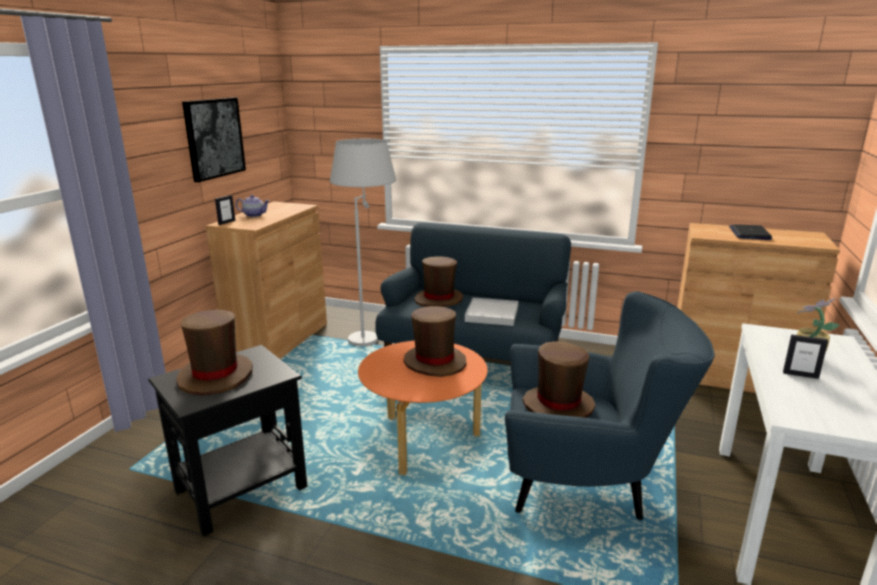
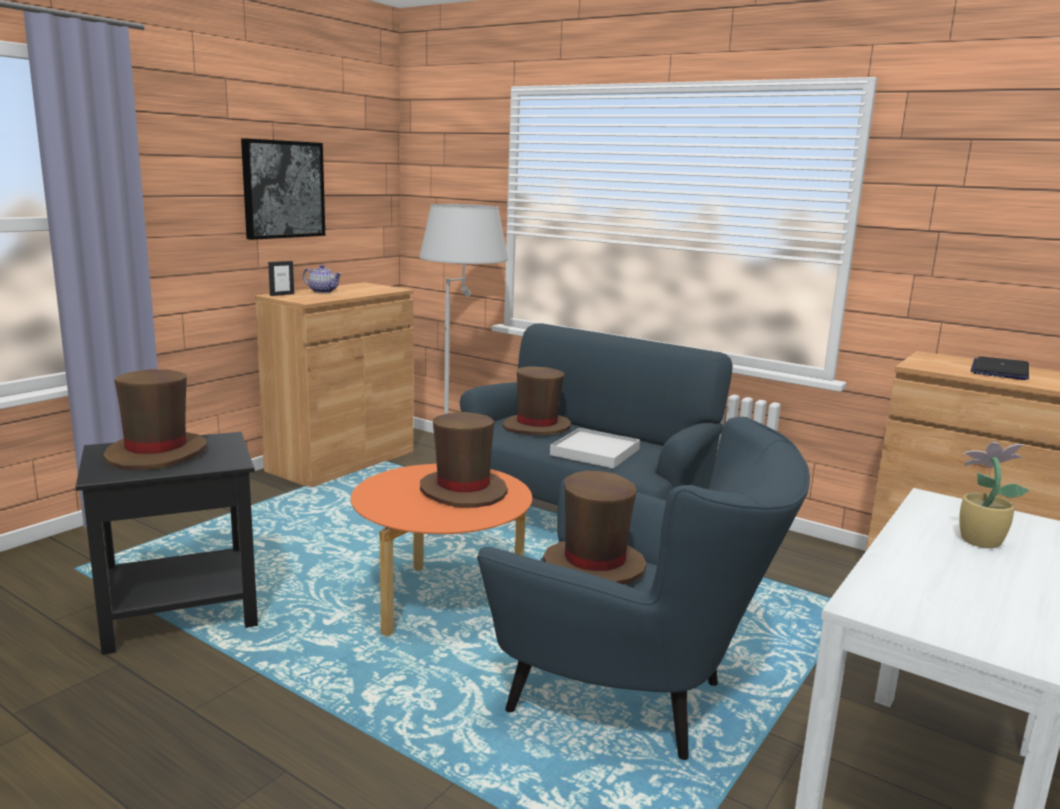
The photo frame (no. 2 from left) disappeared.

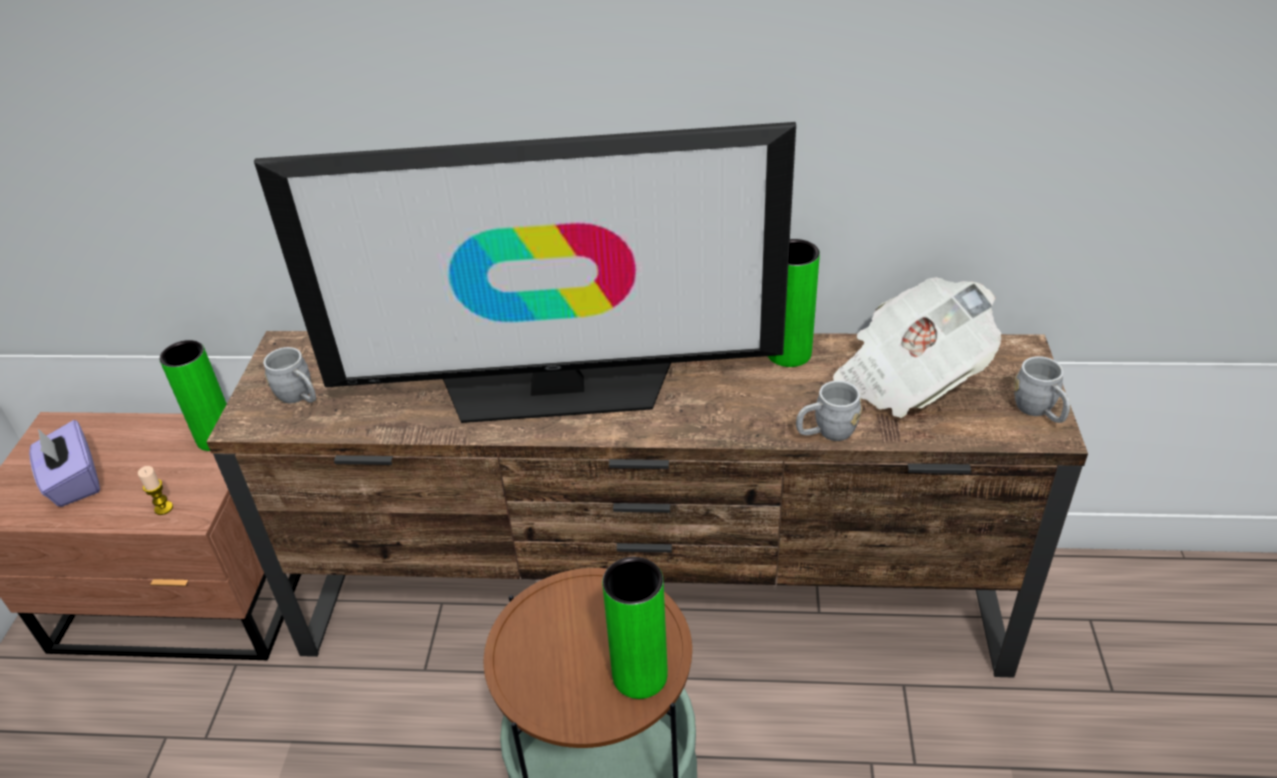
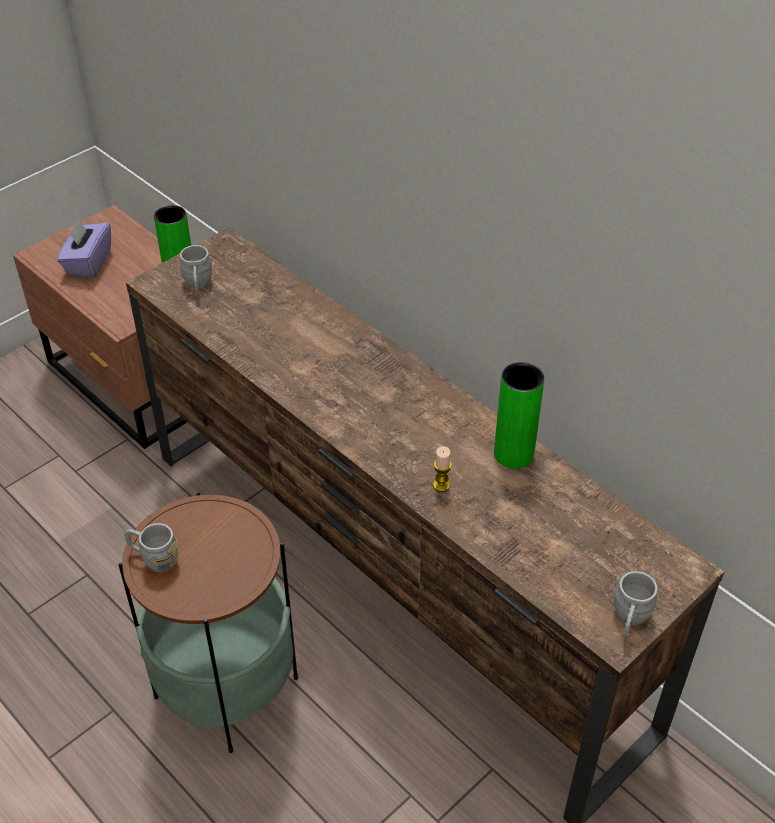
The television disappeared.
The green-coloured flower vase (no. 2 from left) disappeared.
The printed paper disappeared.
The candle moved.
The grey tea mug (no. 2 from left in the first image) moved.

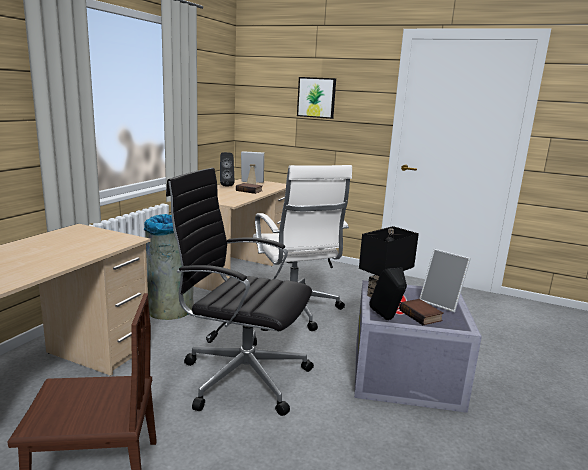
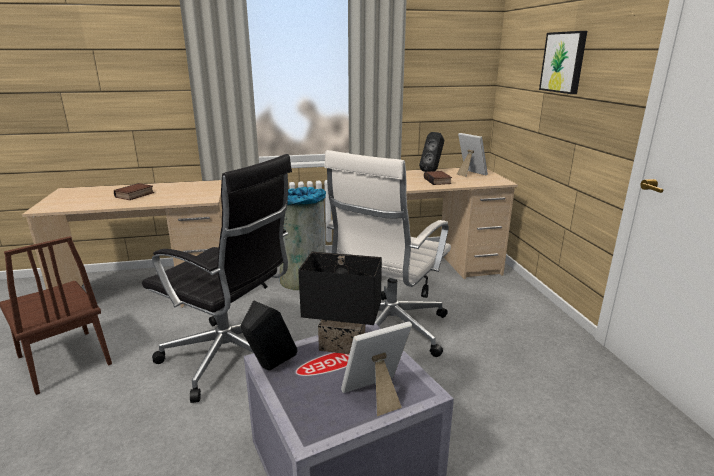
The volume (no. 2 from left in the first image) moved.
The black office chair turned 135 degrees clockwise.
The photo frame (no. 2 from left in the first image) turned 60 degrees clockwise.

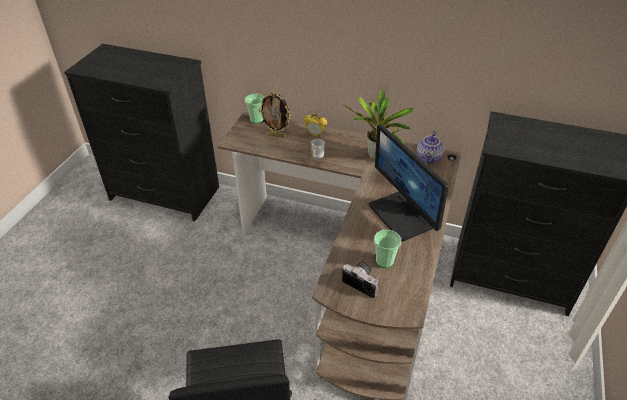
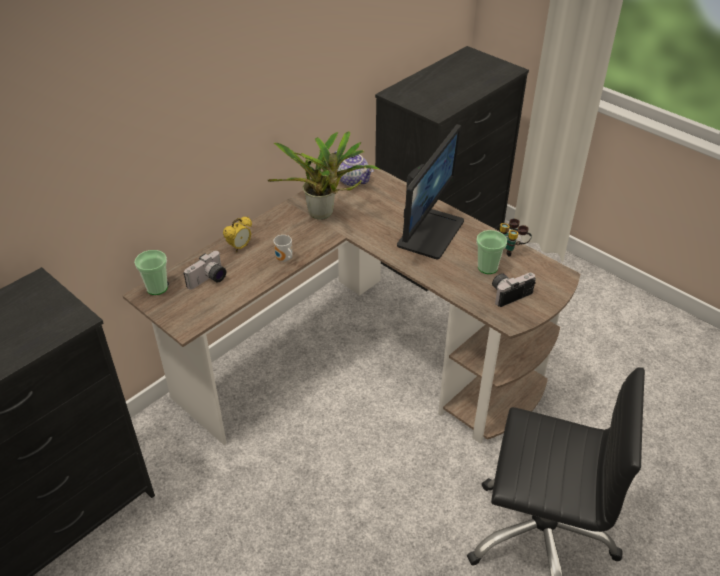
The binoculars appeared.
The photo frame was replaced by the photo camera (no. 1 from left).
The computer display turned 60 degrees counterclockwise.

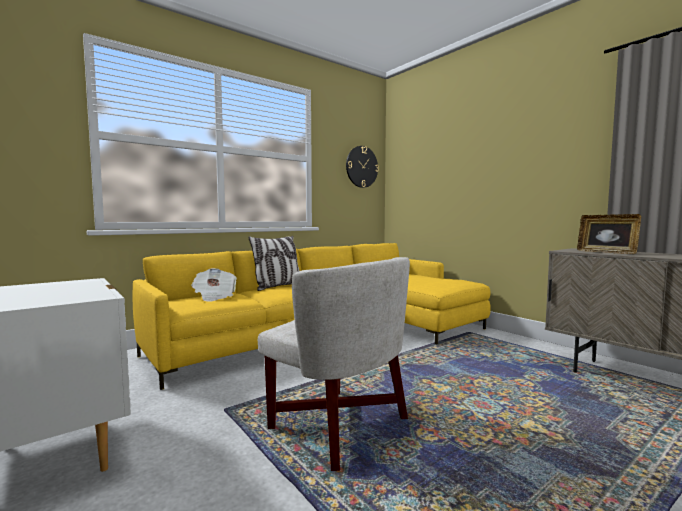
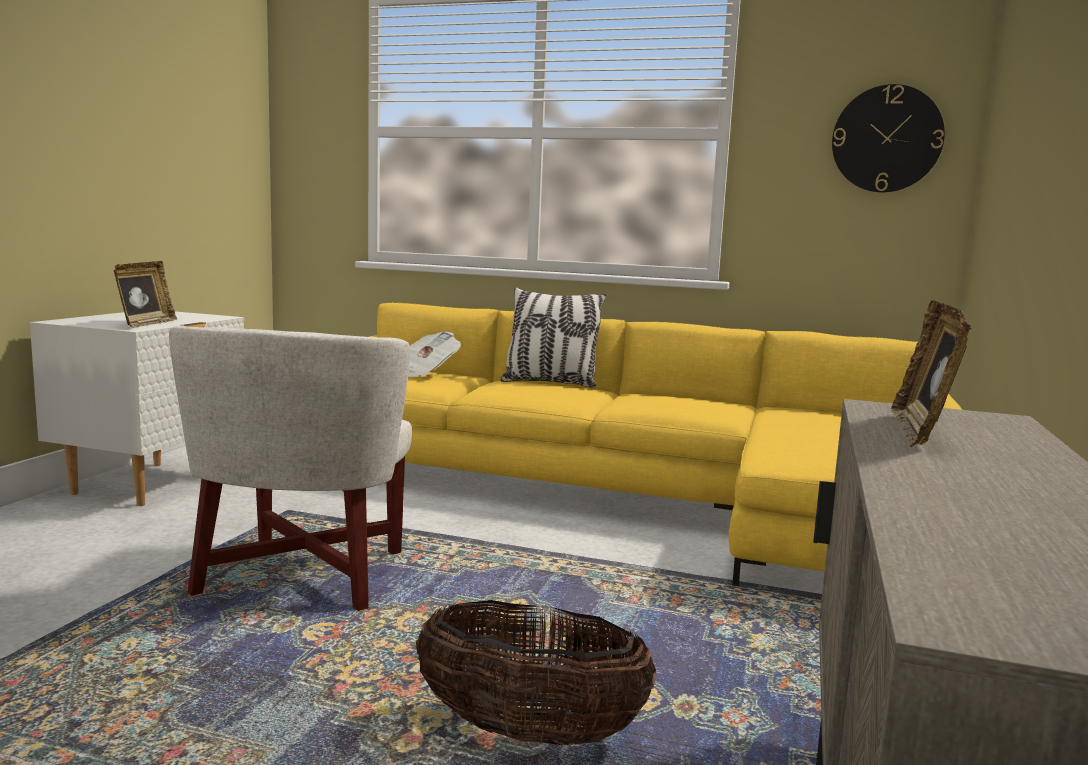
The photo frame (no. 1 from left) appeared.
The household basket appeared.

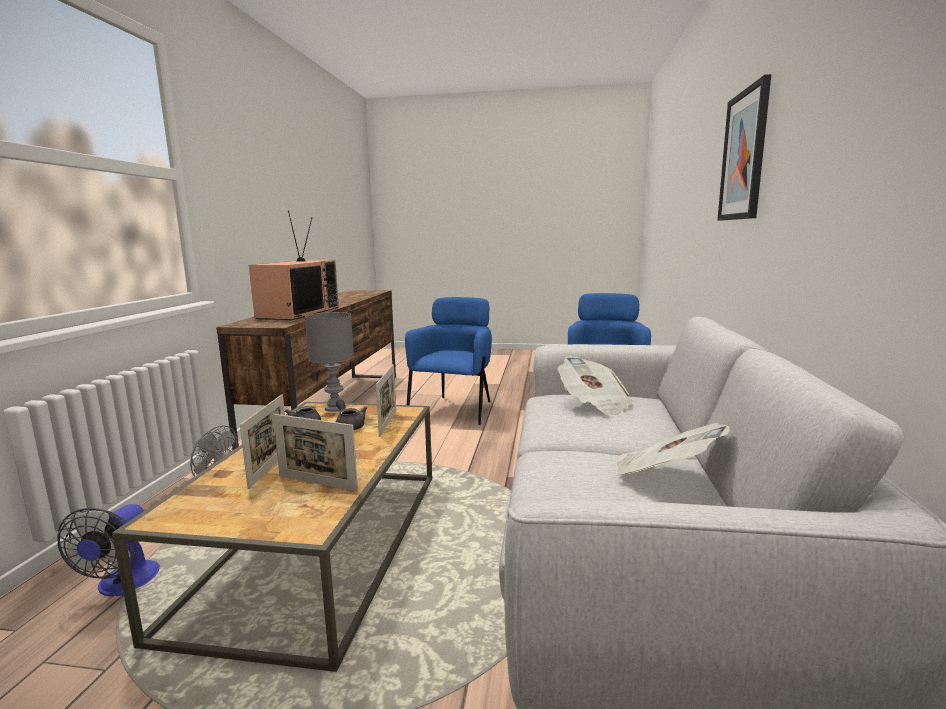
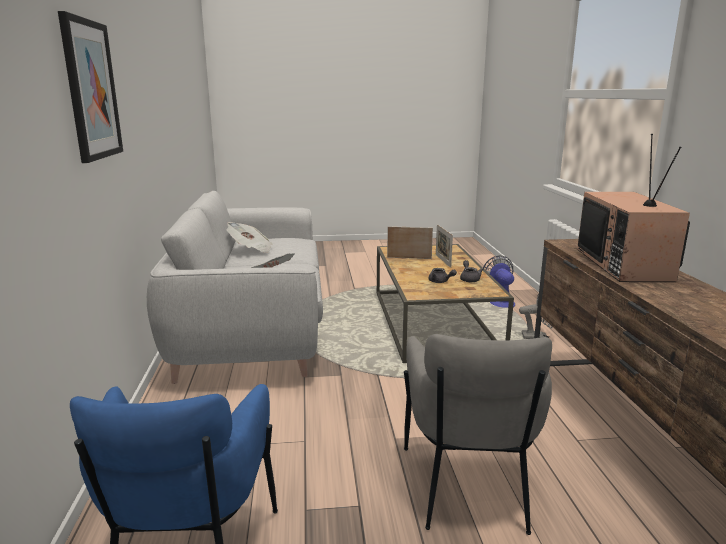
The grey lamp for a table disappeared.
The photo frame (no. 3 from left) disappeared.
The bluish armchair (no. 1 from left) became the grey armchair.

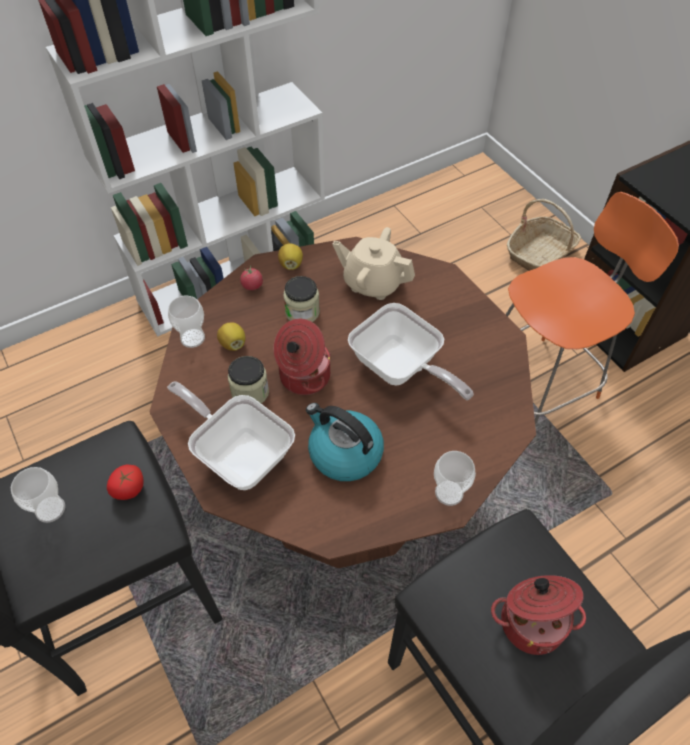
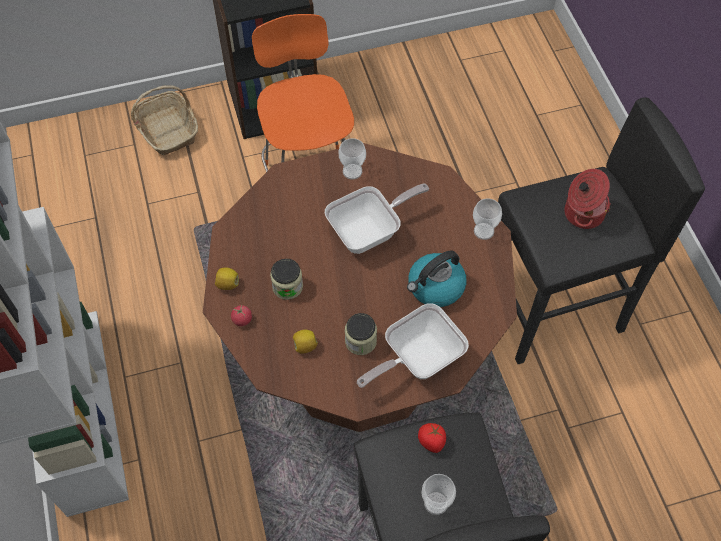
The cooking pot (no. 1 from left) disappeared.
The beige-coloured teapot disappeared.
The cup (no. 2 from left in the first image) moved.

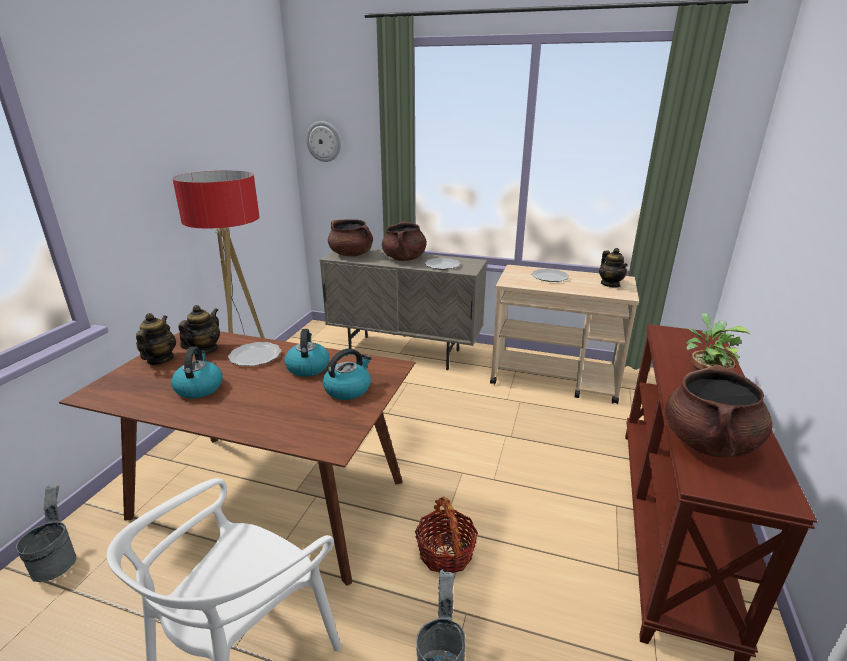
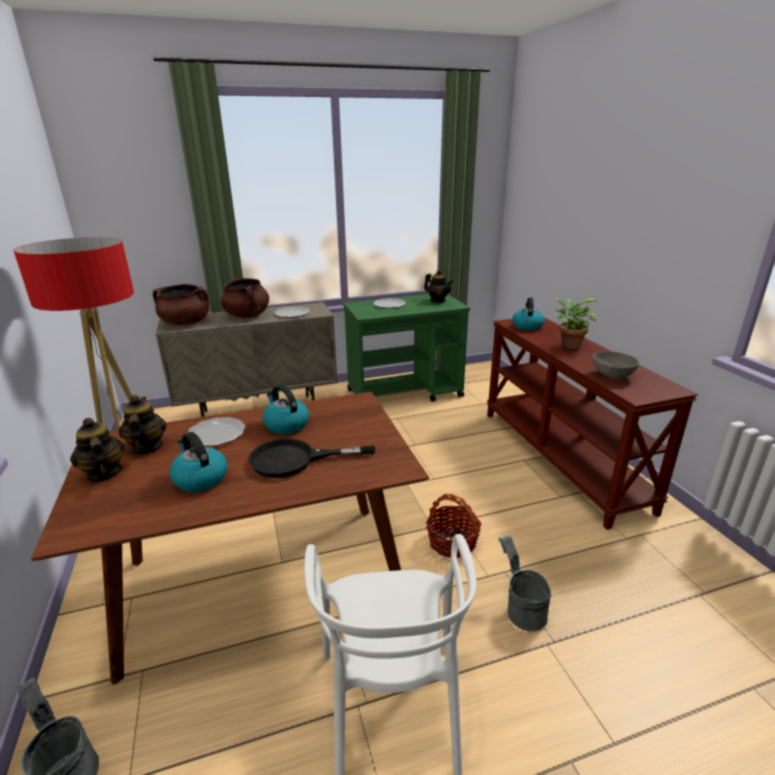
The wall clock disappeared.
The black frying pan appeared.
The water kettle (no. 3 from left) moved.
The brown-coloured cooking pot (no. 3 from left) was replaced by the grey deep dish.
The beige-coloured cart became the green-coloured cart.

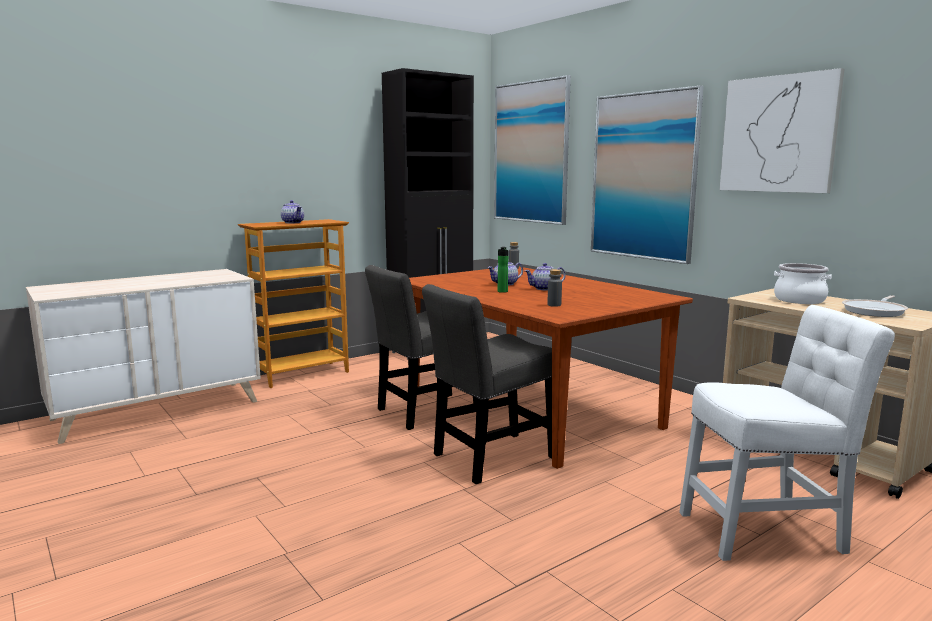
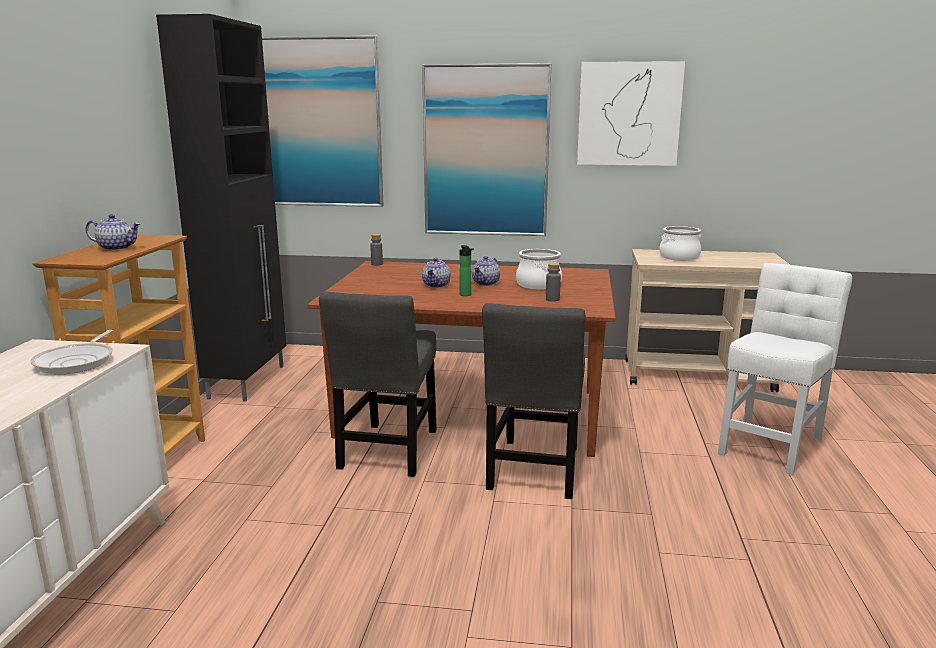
The cooking pot (no. 1 from left) appeared.
The frying pan moved.

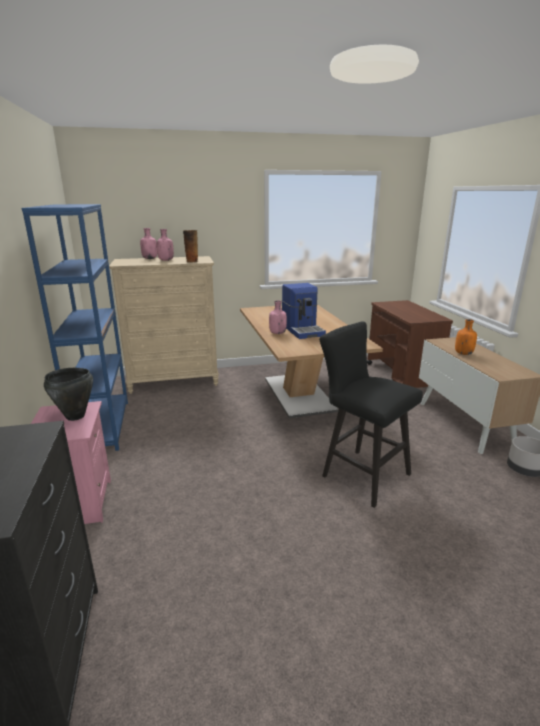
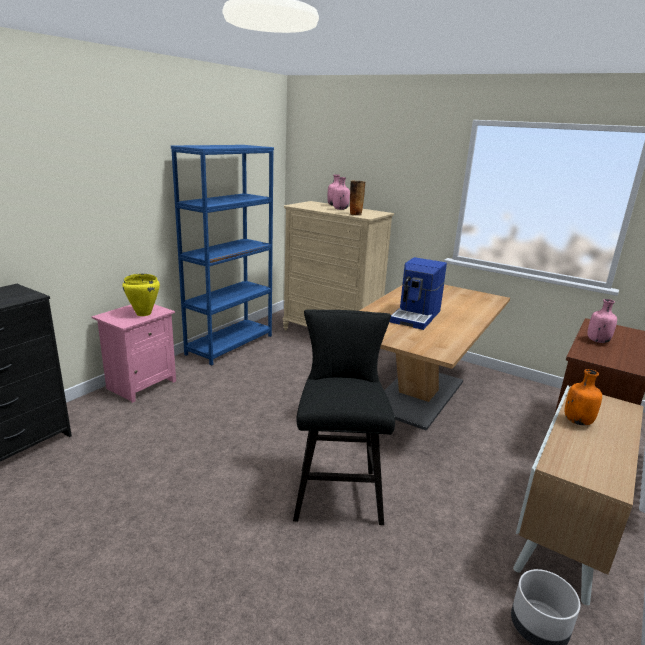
The pinkish beverage bottle (no. 3 from left) moved.
The black cooking pot became the yellow-coloured cooking pot.

